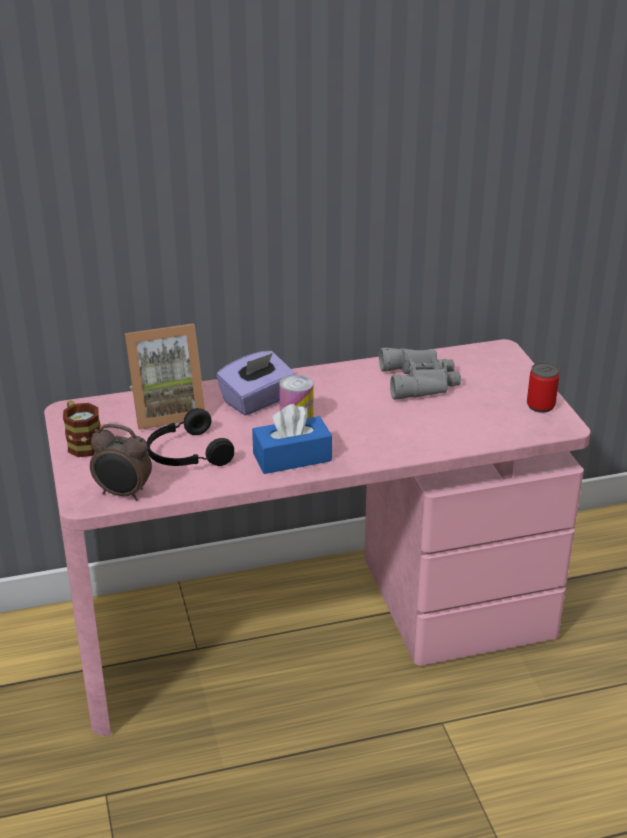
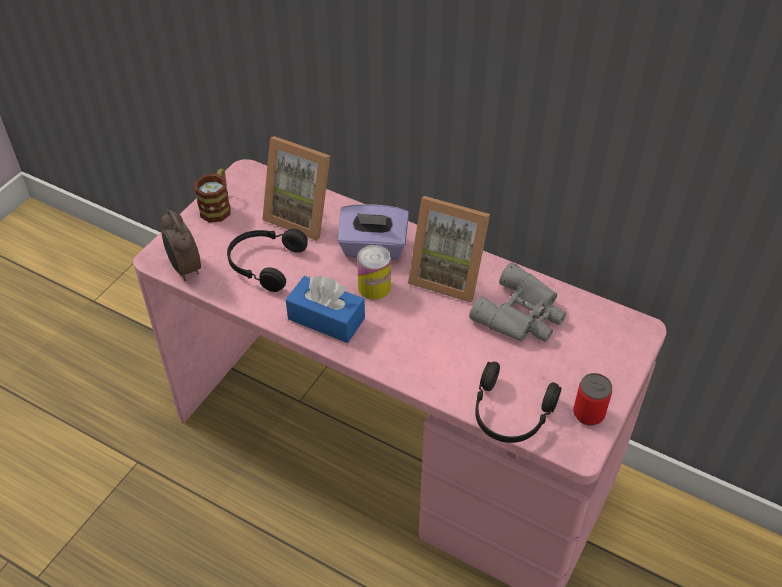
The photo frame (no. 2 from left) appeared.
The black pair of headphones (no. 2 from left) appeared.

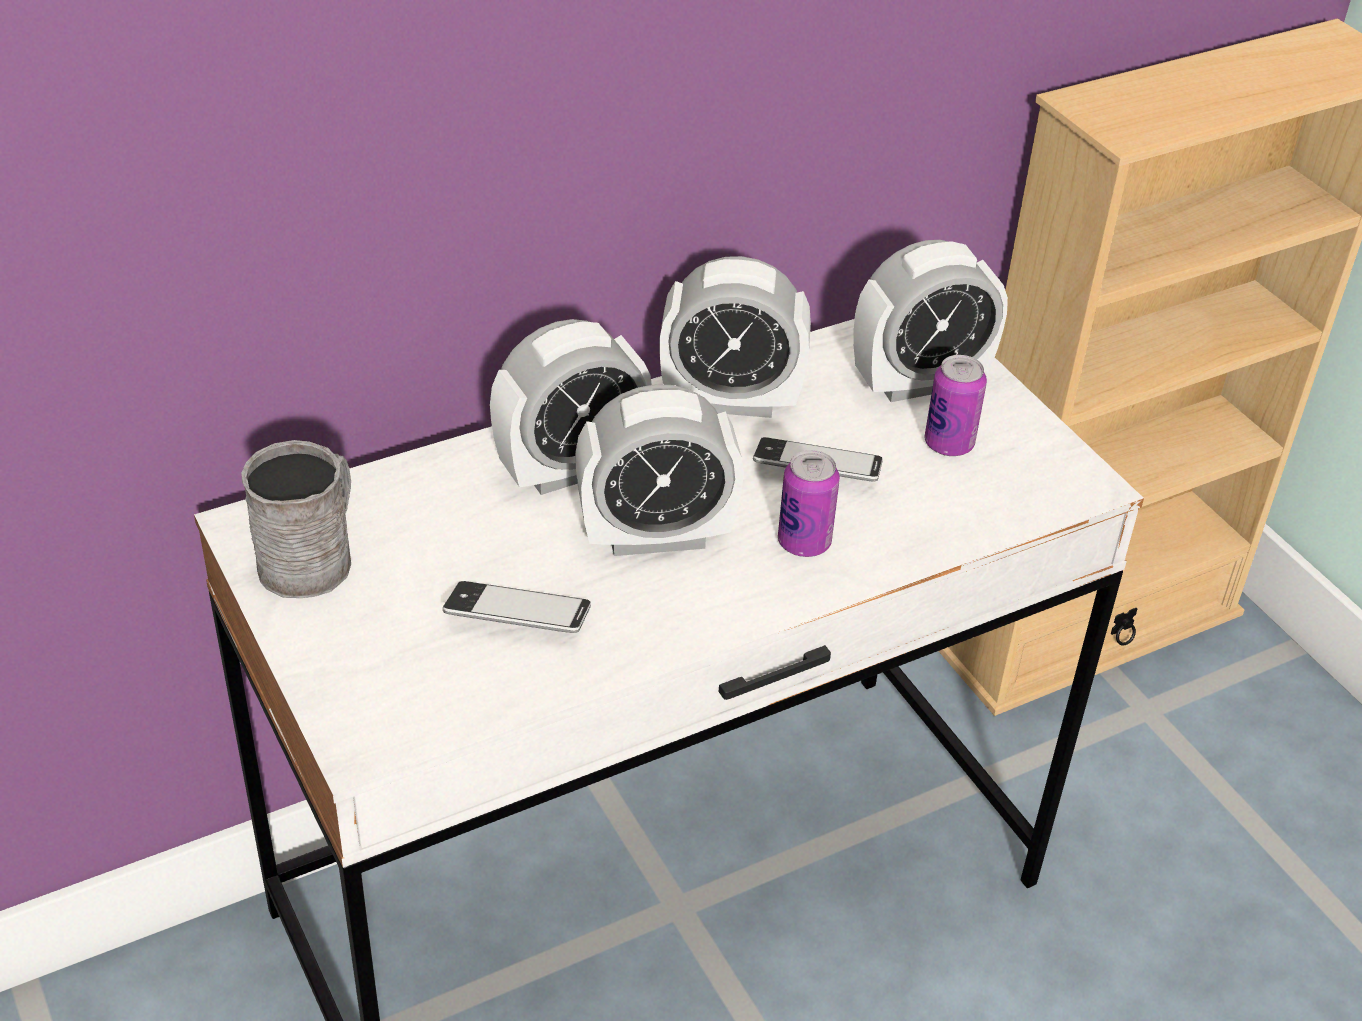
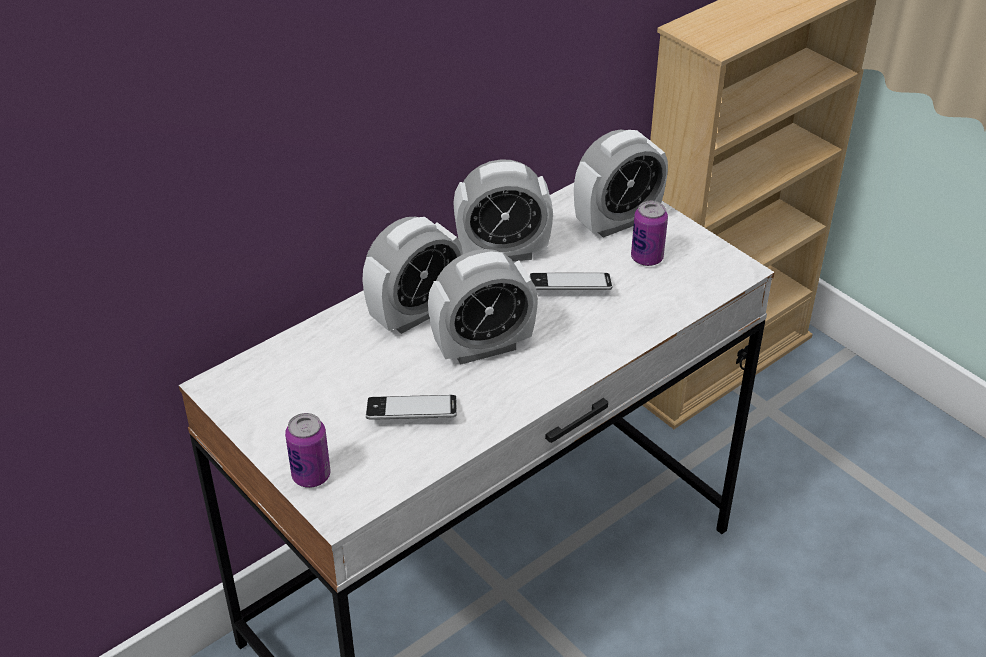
The grey tea mug disappeared.
The metal can (no. 1 from left) moved.

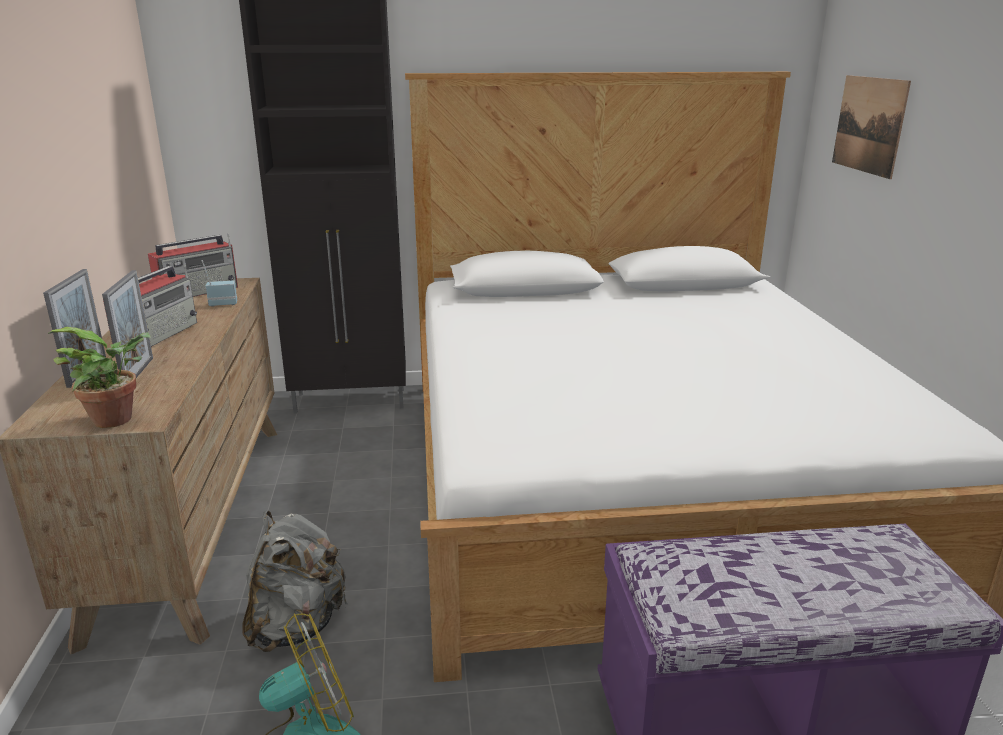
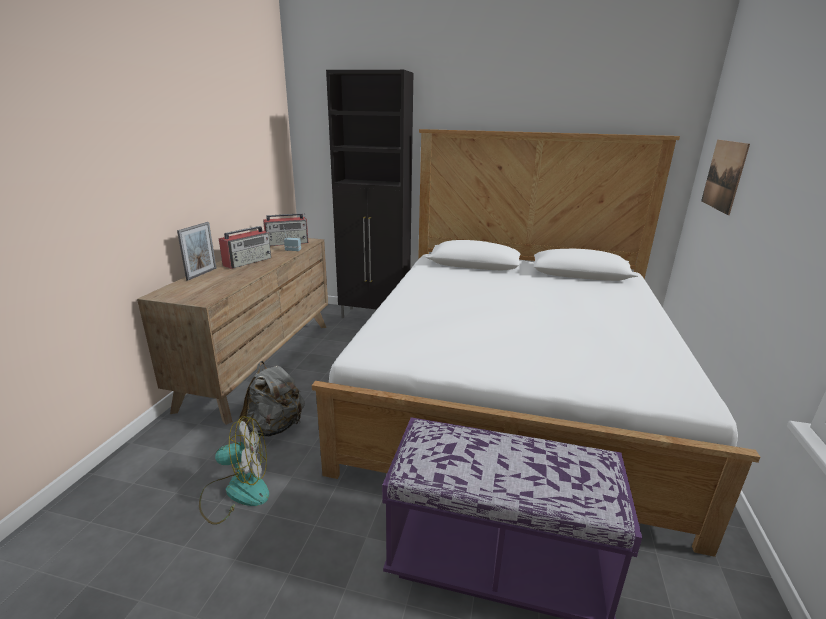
The plant in a pot disappeared.
The photo frame (no. 2 from left) disappeared.

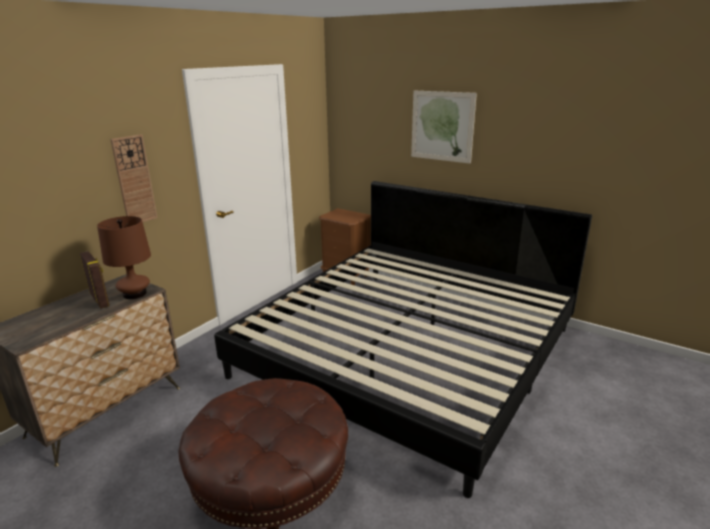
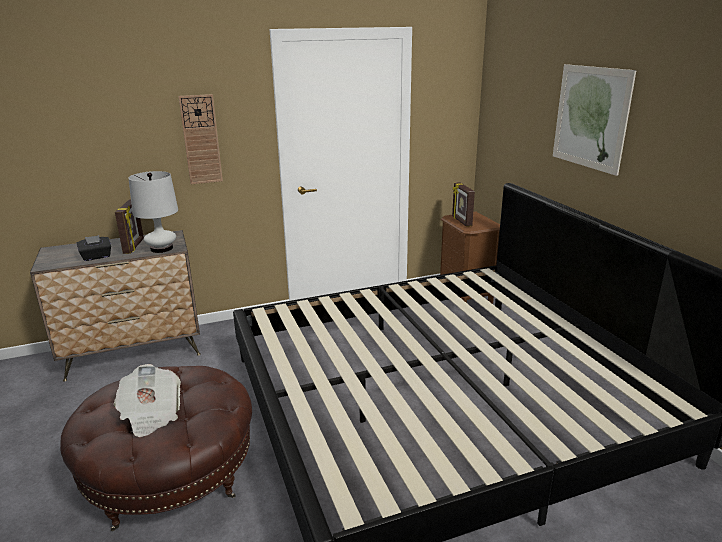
The black tissue box appeared.
The printed paper appeared.
The photo frame (no. 2 from left) appeared.
The brown-coloured lamp for a table became the white lamp for a table.

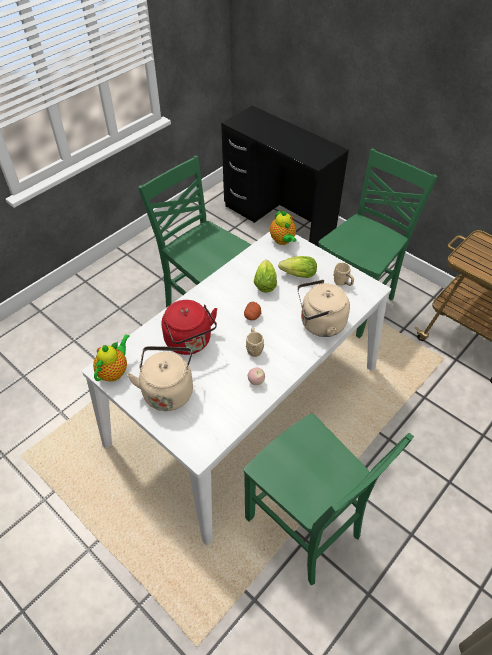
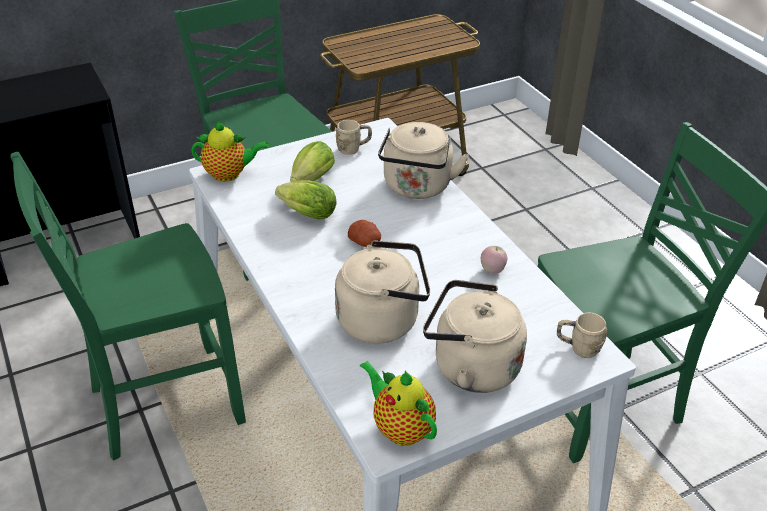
The beige-coloured tea mug (no. 1 from left in the first image) moved.
The red-coloured water kettle became the beige-coloured water kettle (no. 1 from left).

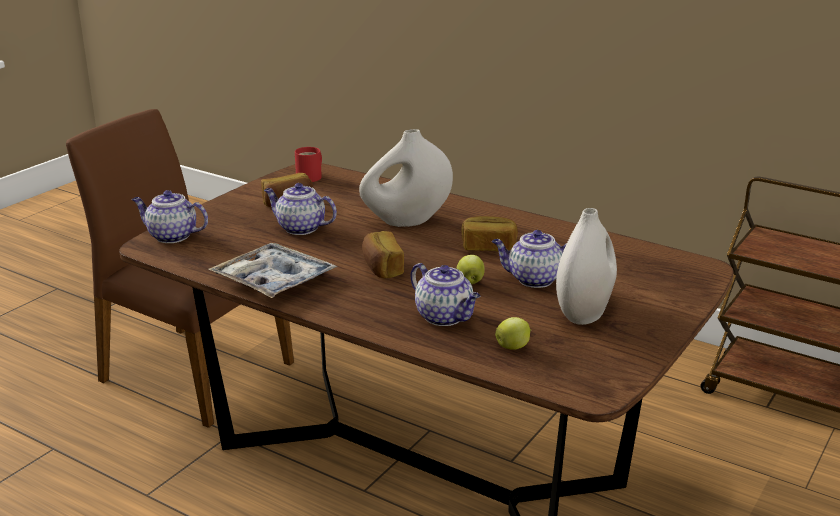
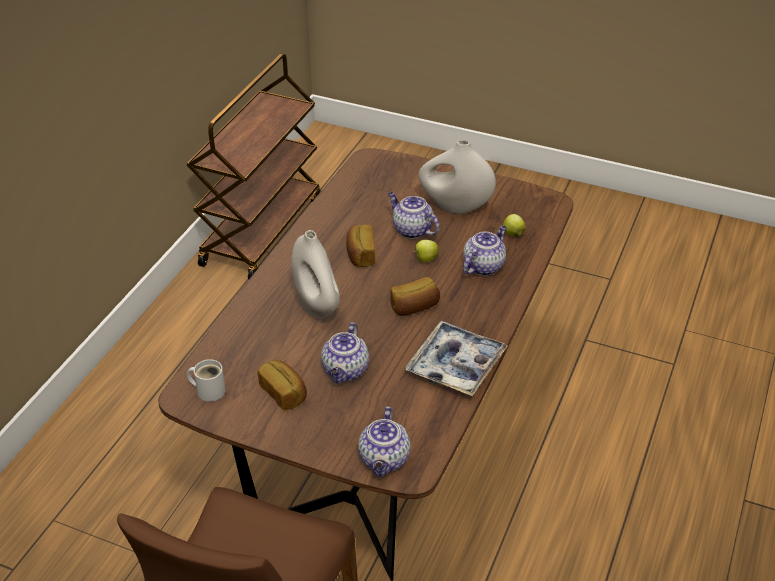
The red-coloured tea mug became the white tea mug.
The teapot (no. 4 from left in the first image) turned 135 degrees clockwise.

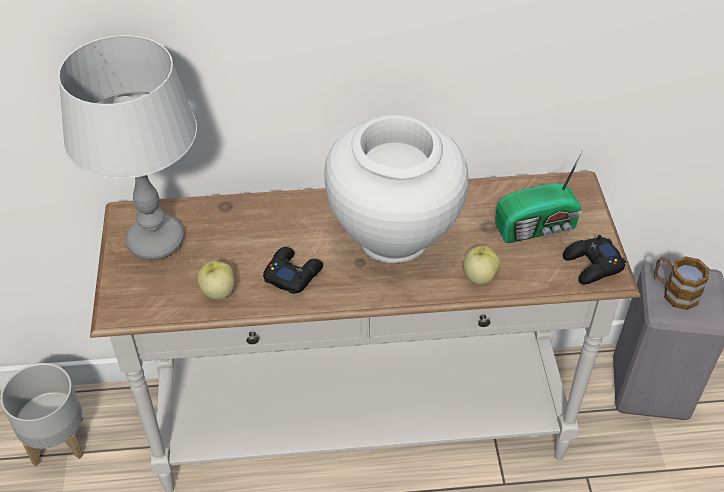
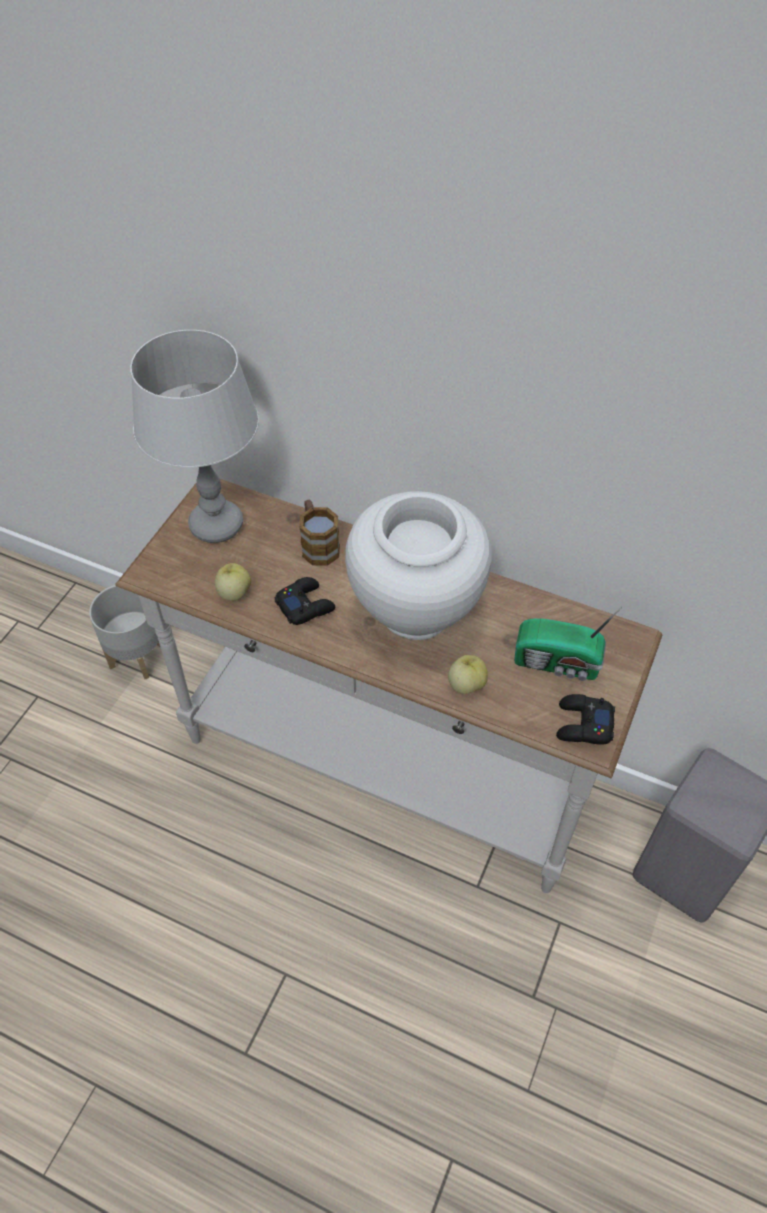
The tea mug moved.

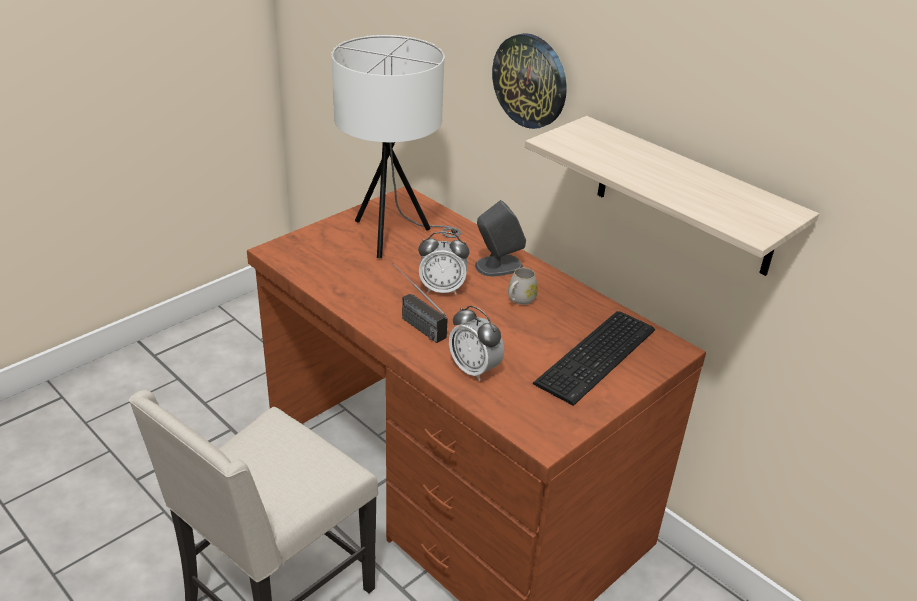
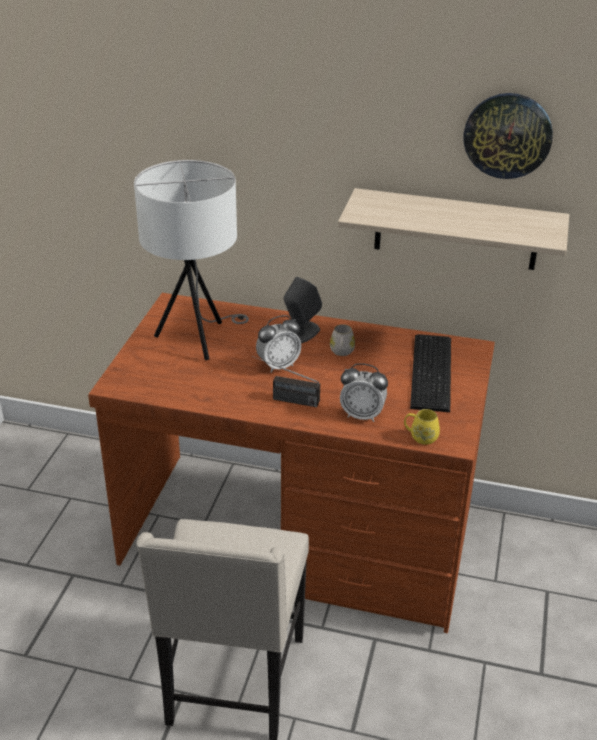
The yellow-coloured tea mug appeared.
The wall clock moved.

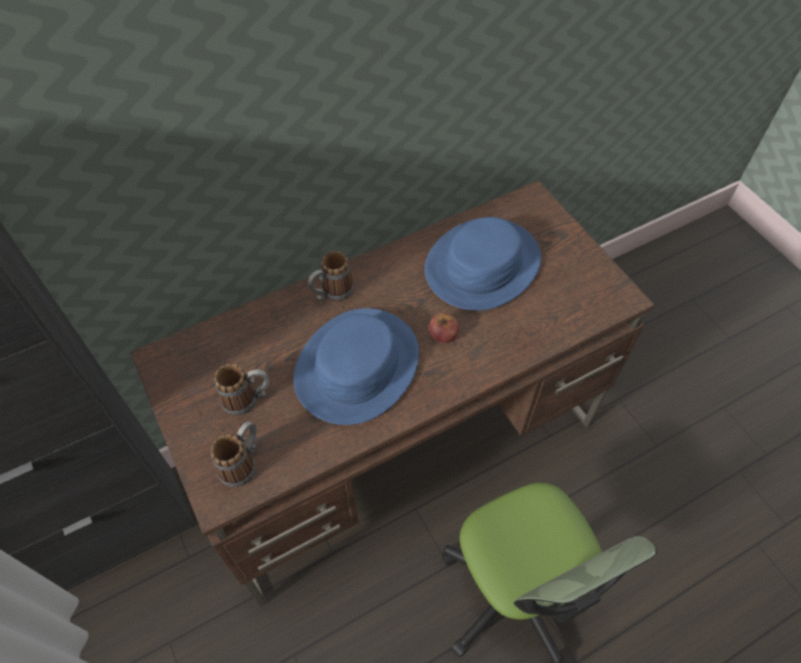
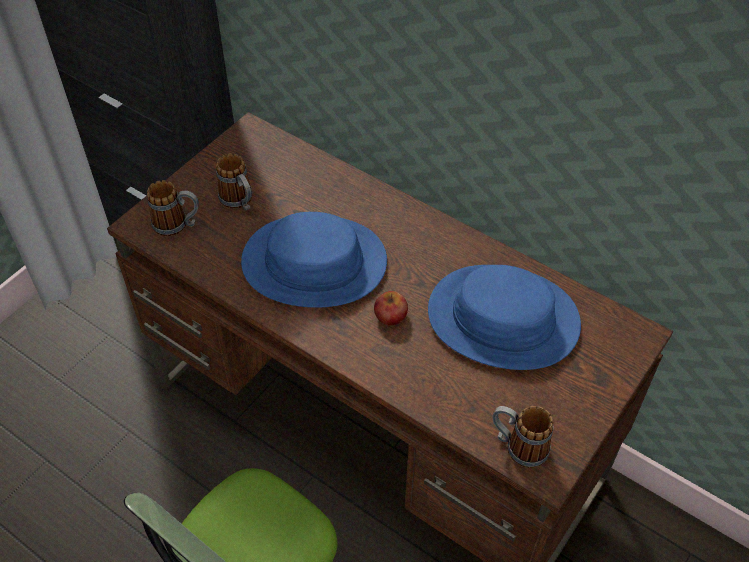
The tea mug (no. 3 from left) moved.

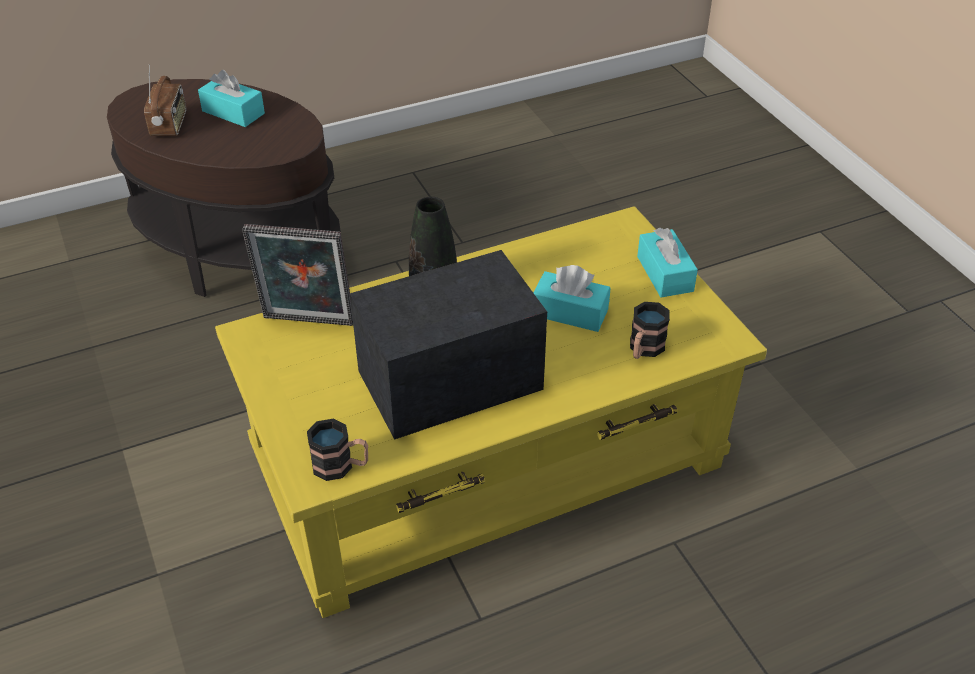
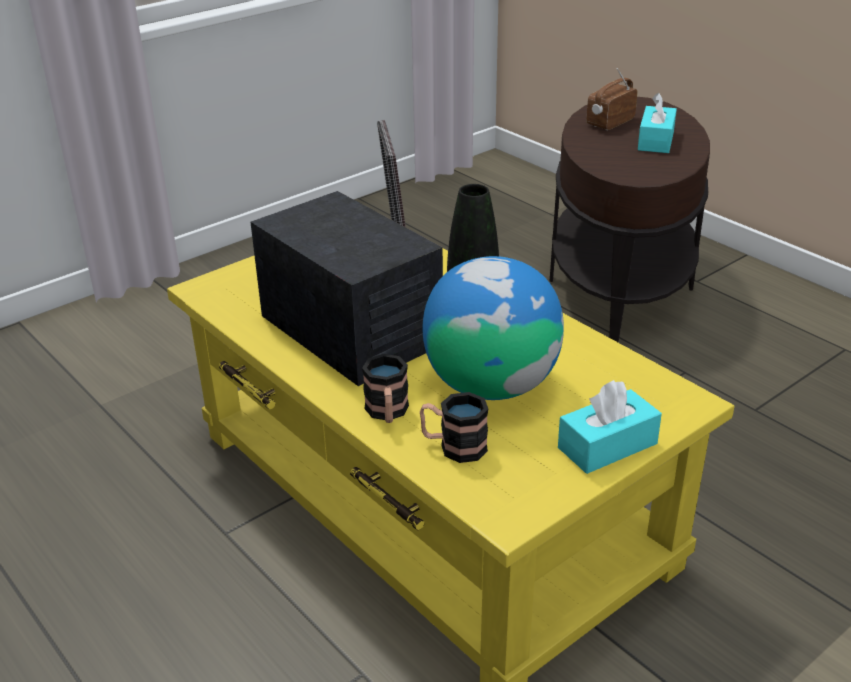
The tea mug (no. 1 from left) moved.
The blue-green tissue box (no. 2 from left) was replaced by the globe.
The radio (no. 1 from left in the first image) turned 150 degrees clockwise.

